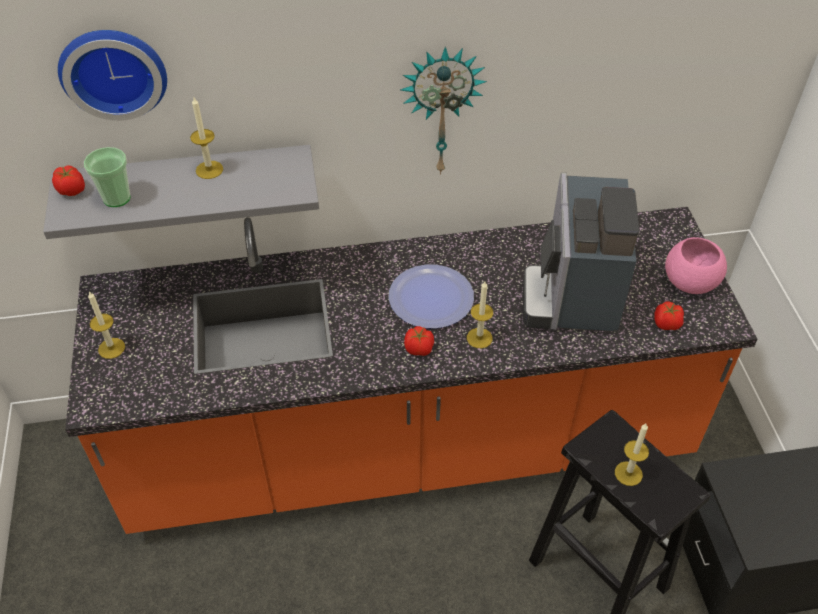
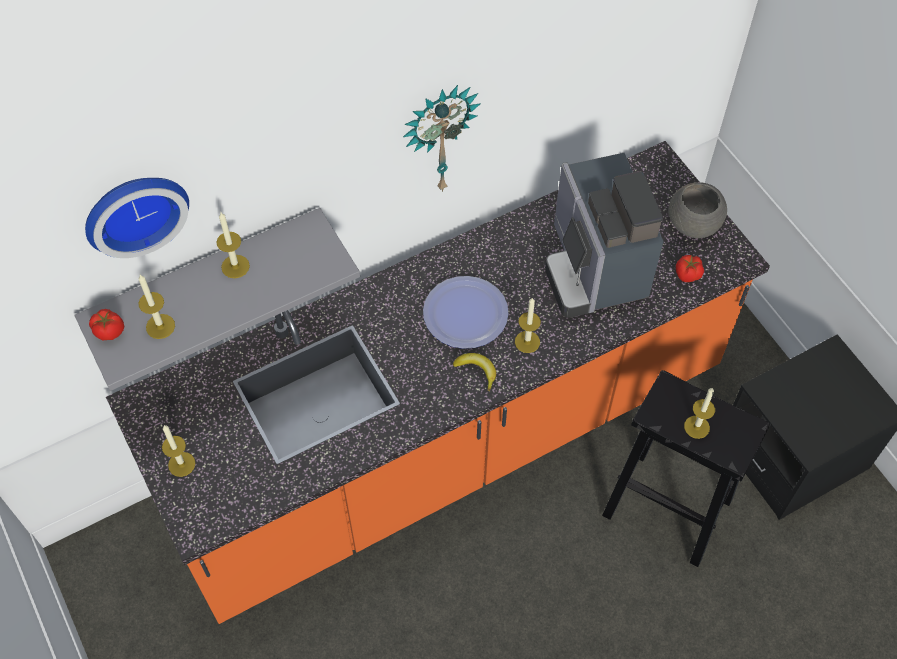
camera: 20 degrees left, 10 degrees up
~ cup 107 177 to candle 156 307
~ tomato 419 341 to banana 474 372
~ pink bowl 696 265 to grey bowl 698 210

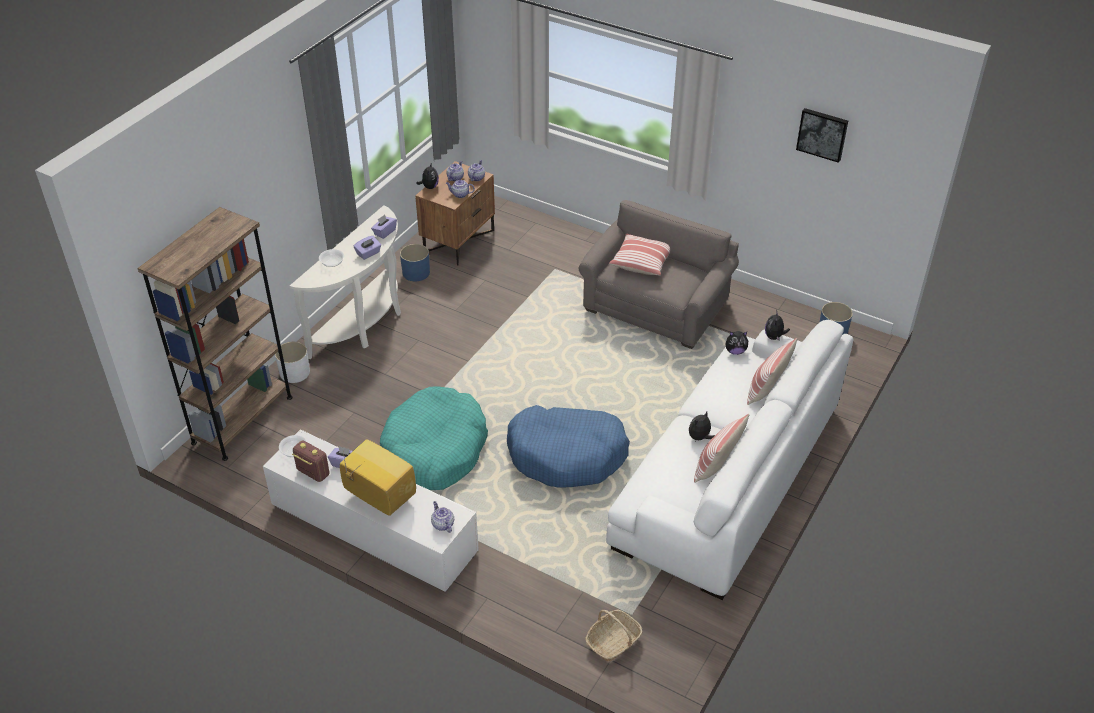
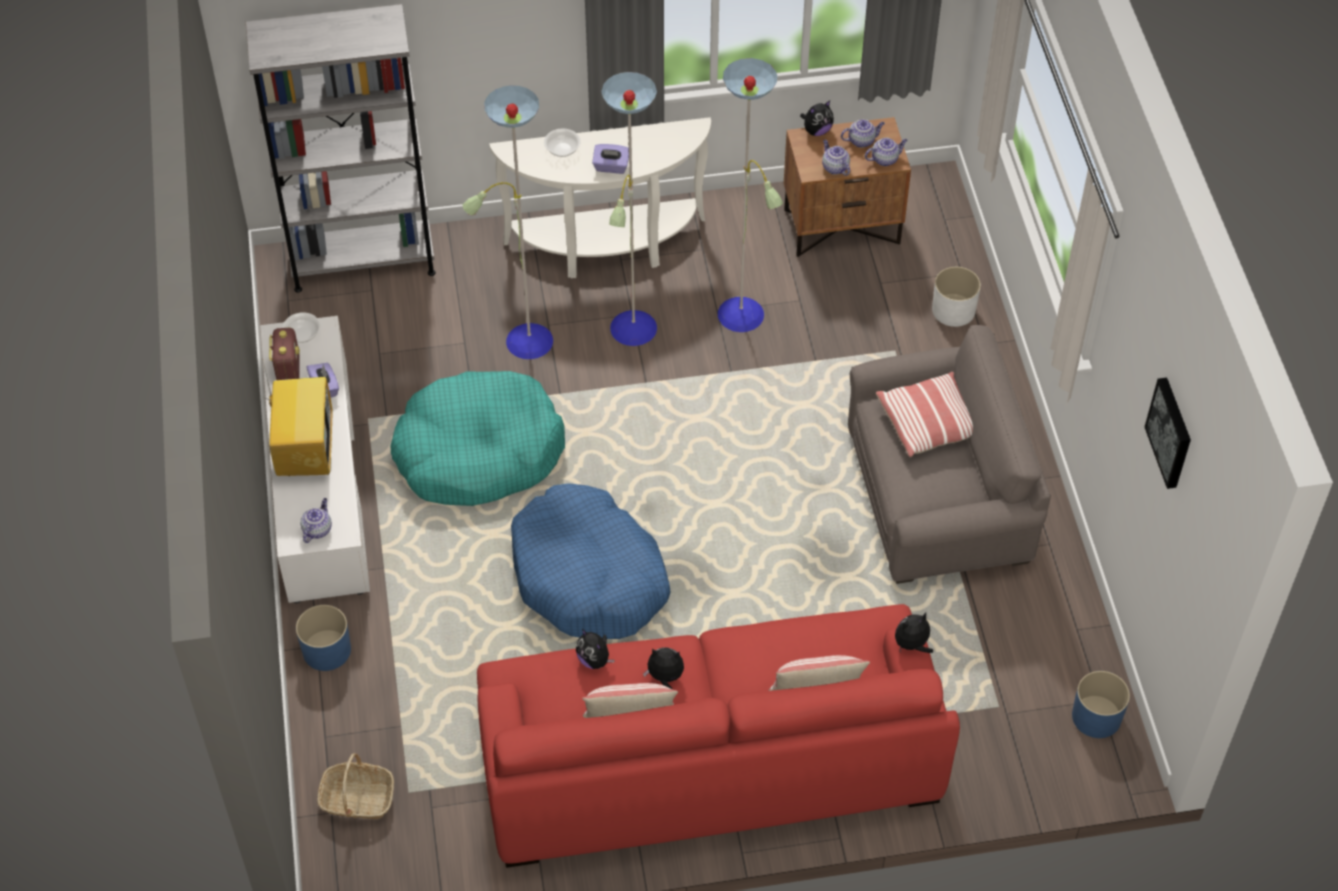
camera: 50 degrees right, 10 degrees up
~ brown bookcase 215 334 to grey bookcase 340 148
~ blue planter 415 262 to 323 638
+ floor lamp 622 208
~ white sofa 729 460 to red sofa 718 736
~ plush toy 737 343 to 595 649
~ white planter 292 362 to 956 297
- purple tissue box 384 227

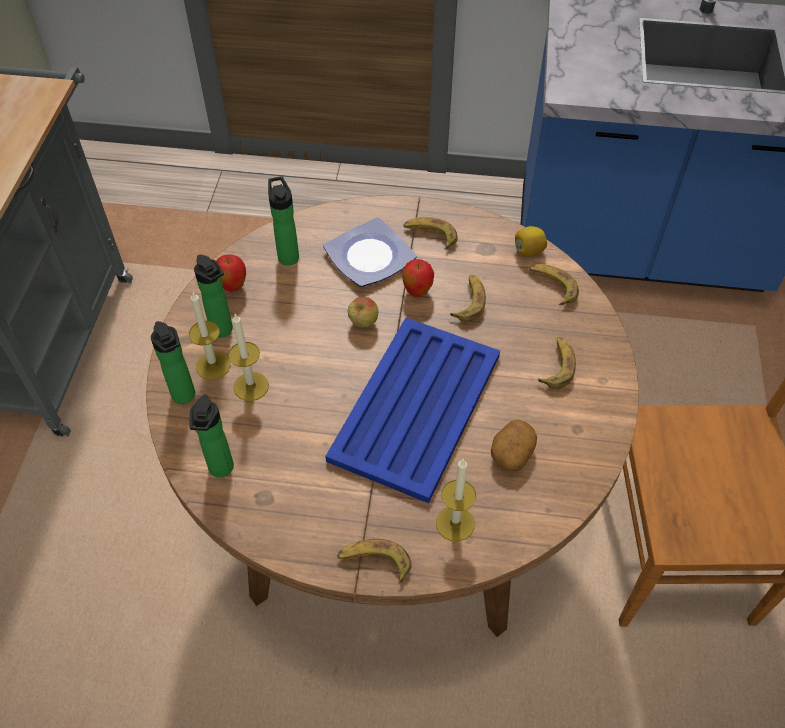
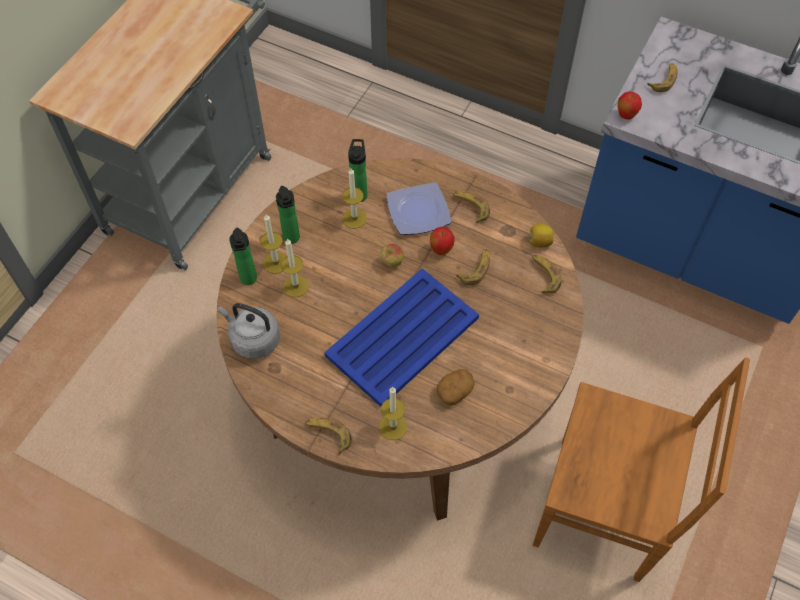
camera: 20 degrees right, 5 degrees up
~ bottle 212 436 to grey kettle 249 331
+ candle 354 198
~ apple 231 273 to 630 106
~ banana 557 363 to 662 77

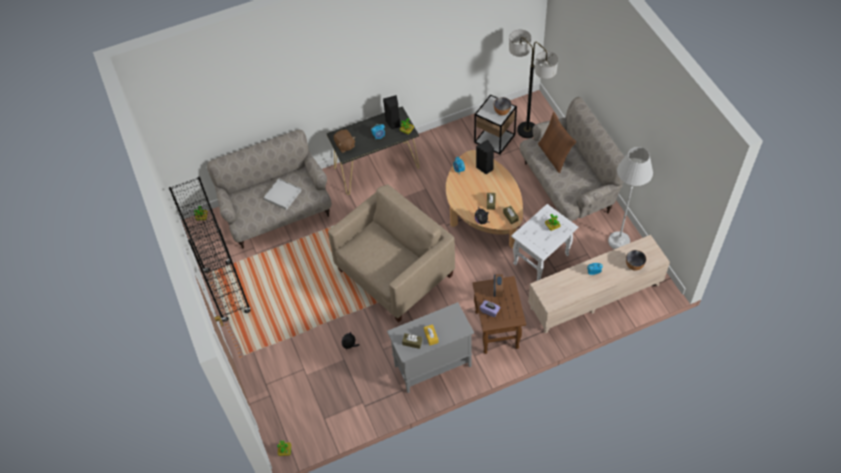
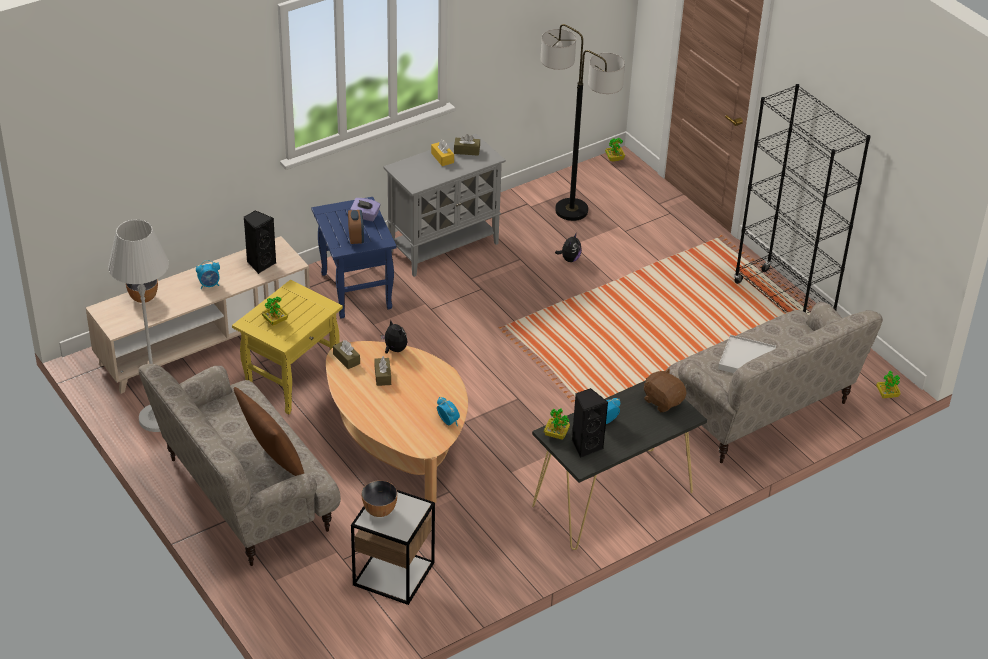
camera: 165 degrees right, 15 degrees down
~ white side table 544 242 to yellow side table 287 347
~ black speaker 485 157 to 260 242
~ brown side table 499 315 to blue side table 354 258
~ floor lamp 533 84 to 583 122
- beige armchair 391 253

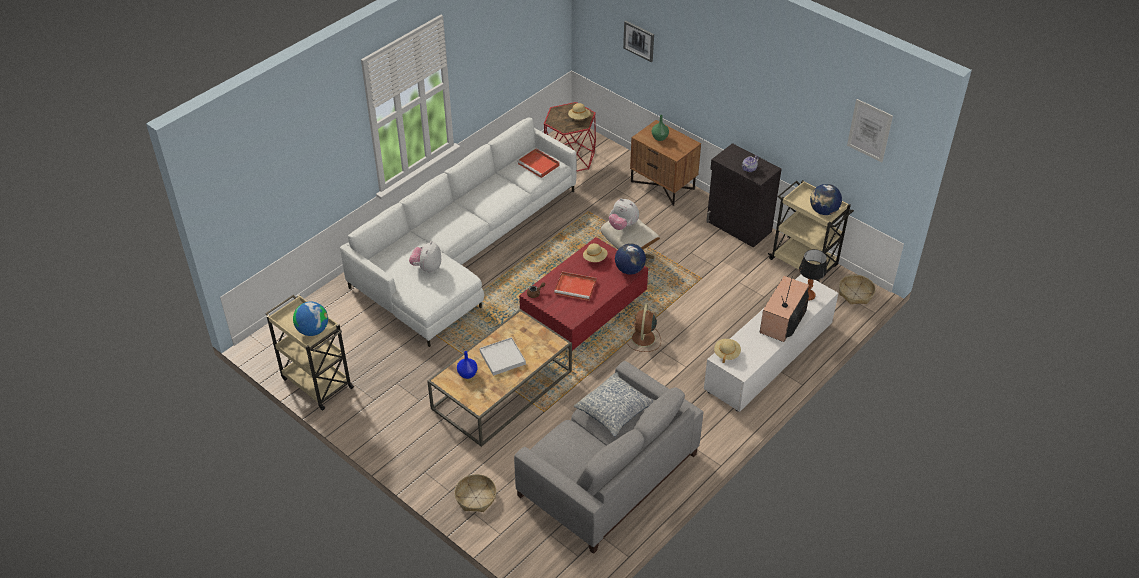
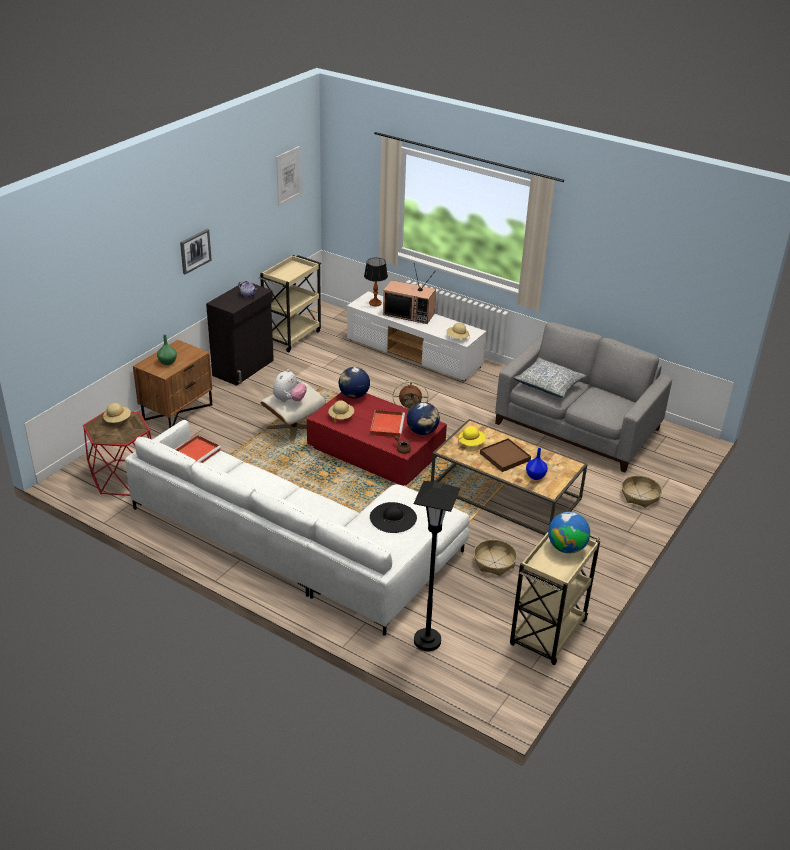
camera: 100 degrees left, 10 degrees down
~ picture 638 41 to 196 251
~ plush toy 425 257 to black hat 393 517
~ globe 826 199 to 423 418
+ black floor lamp 437 566
+ yellow hat 472 436
~ basket 857 289 to 495 557
~ white tray 503 356 to brown tray 505 455

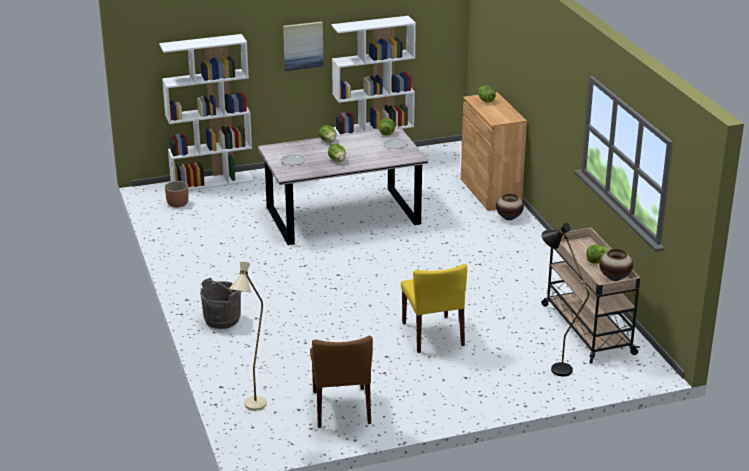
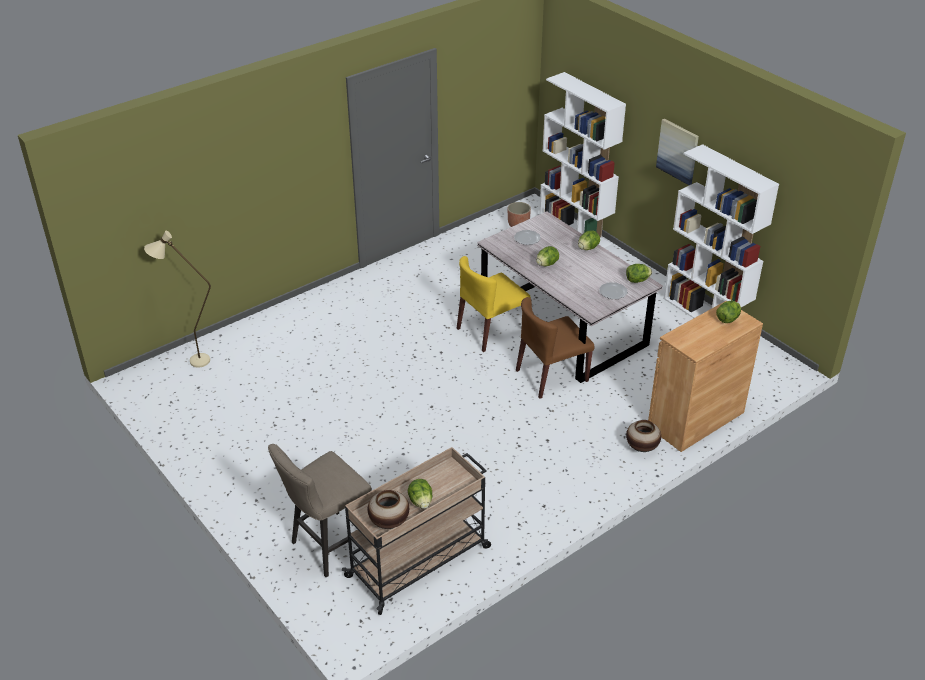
camera: 70 degrees right, 10 degrees up
~ black floor lamp 565 299 to beige stool 320 510
~ yellow chair 434 308 to 494 304
~ brown chair 341 382 to 555 348
- grey bucket 220 303

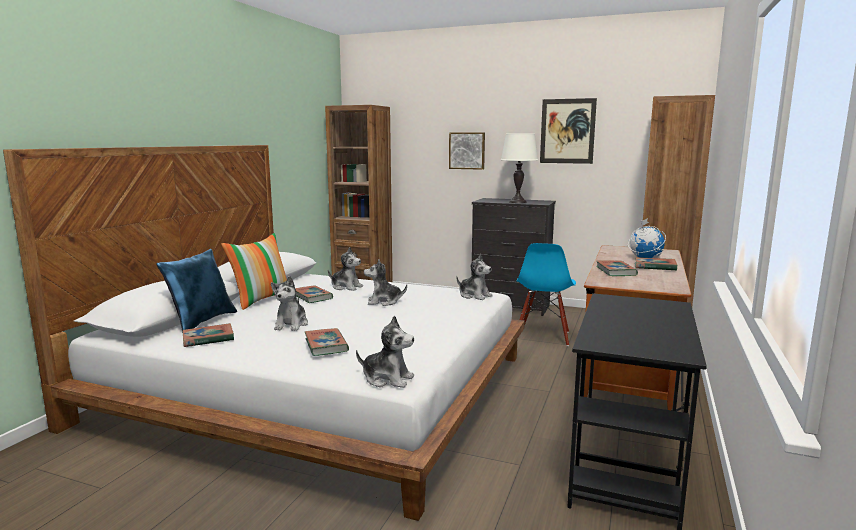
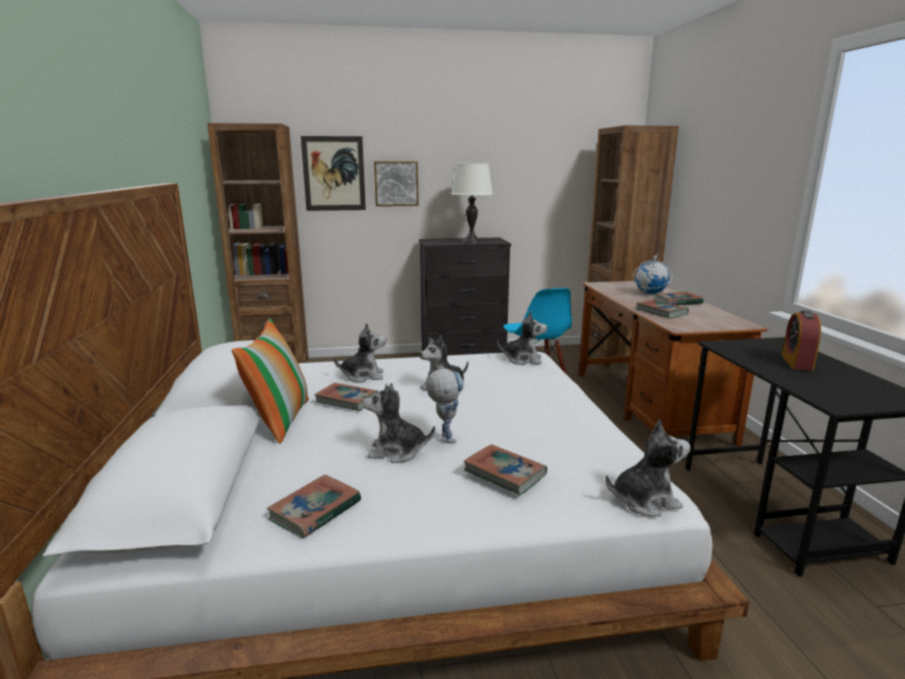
camera: 30 degrees left, 5 degrees up
~ picture 568 131 to 333 173
~ plush toy 289 303 = 399 423 120 degrees clockwise
+ toy robot 445 406
+ alarm clock 801 340
- blue pillow 196 291

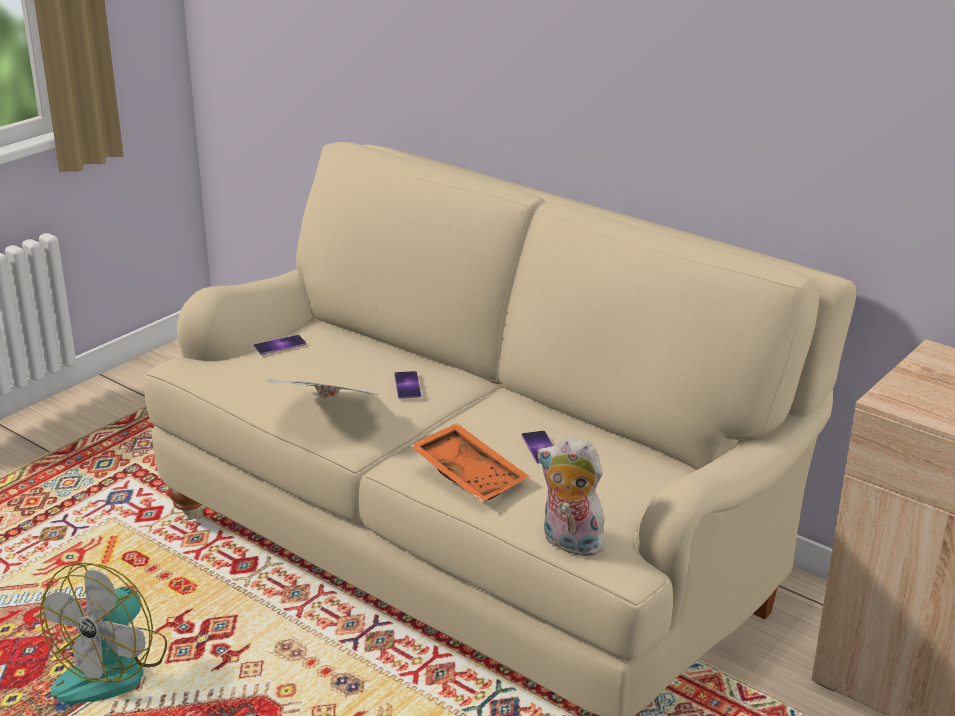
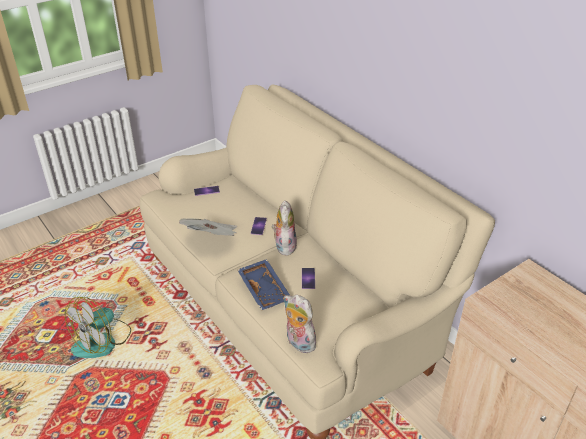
camera: 15 degrees right, 10 degrees up
~ orange tray 469 462 to blue tray 264 285
+ plush toy 284 228

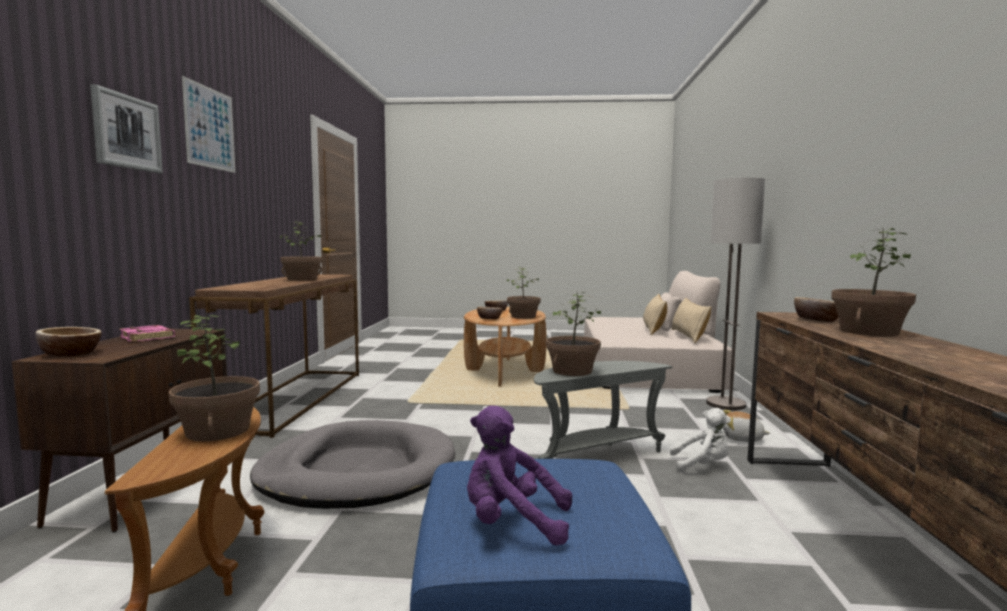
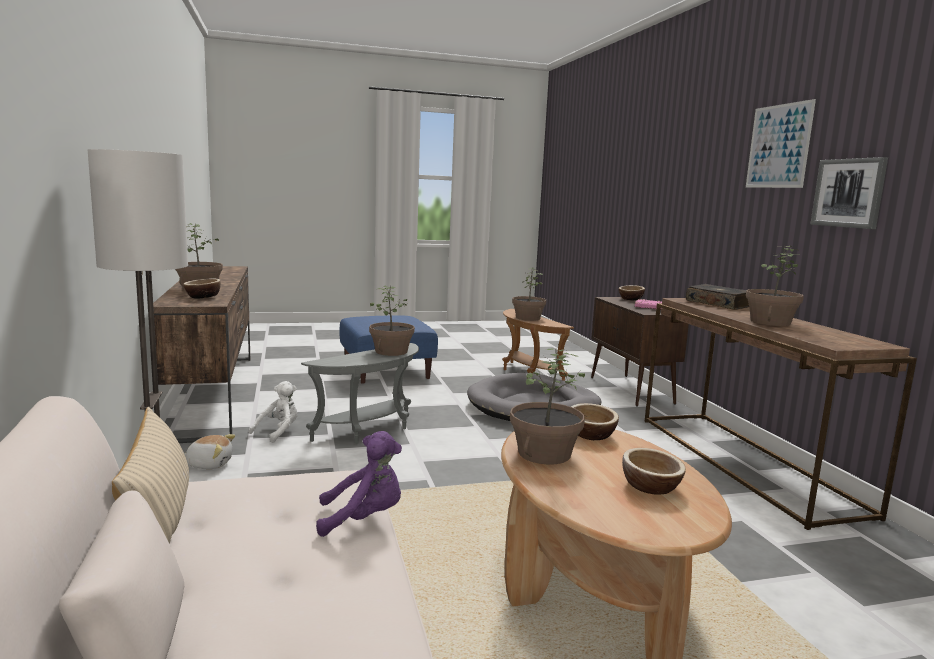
camera: 160 degrees right, 5 degrees up
~ white plush toy 700 440 = 273 412 135 degrees clockwise
~ purple plush toy 519 476 to 359 484
+ book 717 297
~ picture 126 128 to 849 193
- beige pillow 655 314

